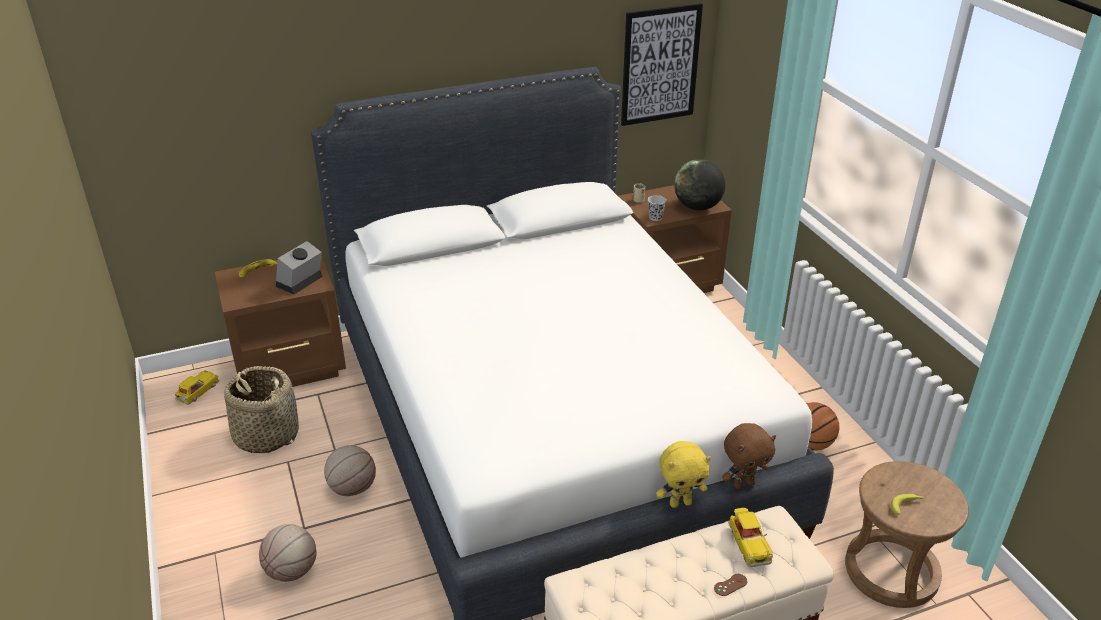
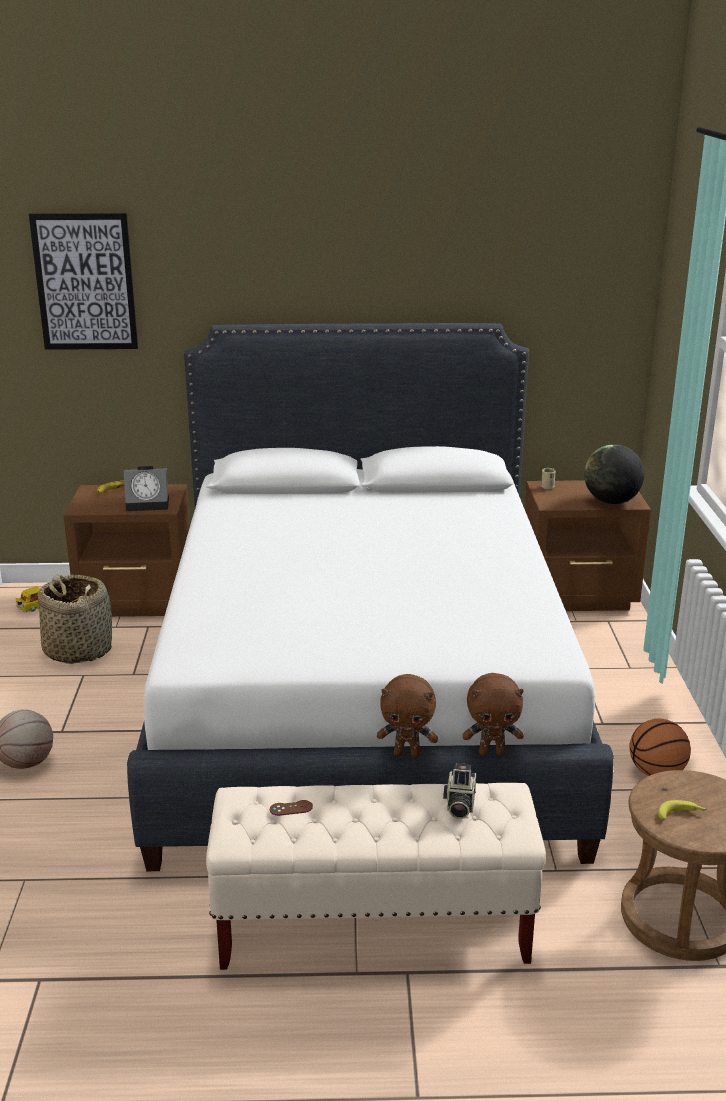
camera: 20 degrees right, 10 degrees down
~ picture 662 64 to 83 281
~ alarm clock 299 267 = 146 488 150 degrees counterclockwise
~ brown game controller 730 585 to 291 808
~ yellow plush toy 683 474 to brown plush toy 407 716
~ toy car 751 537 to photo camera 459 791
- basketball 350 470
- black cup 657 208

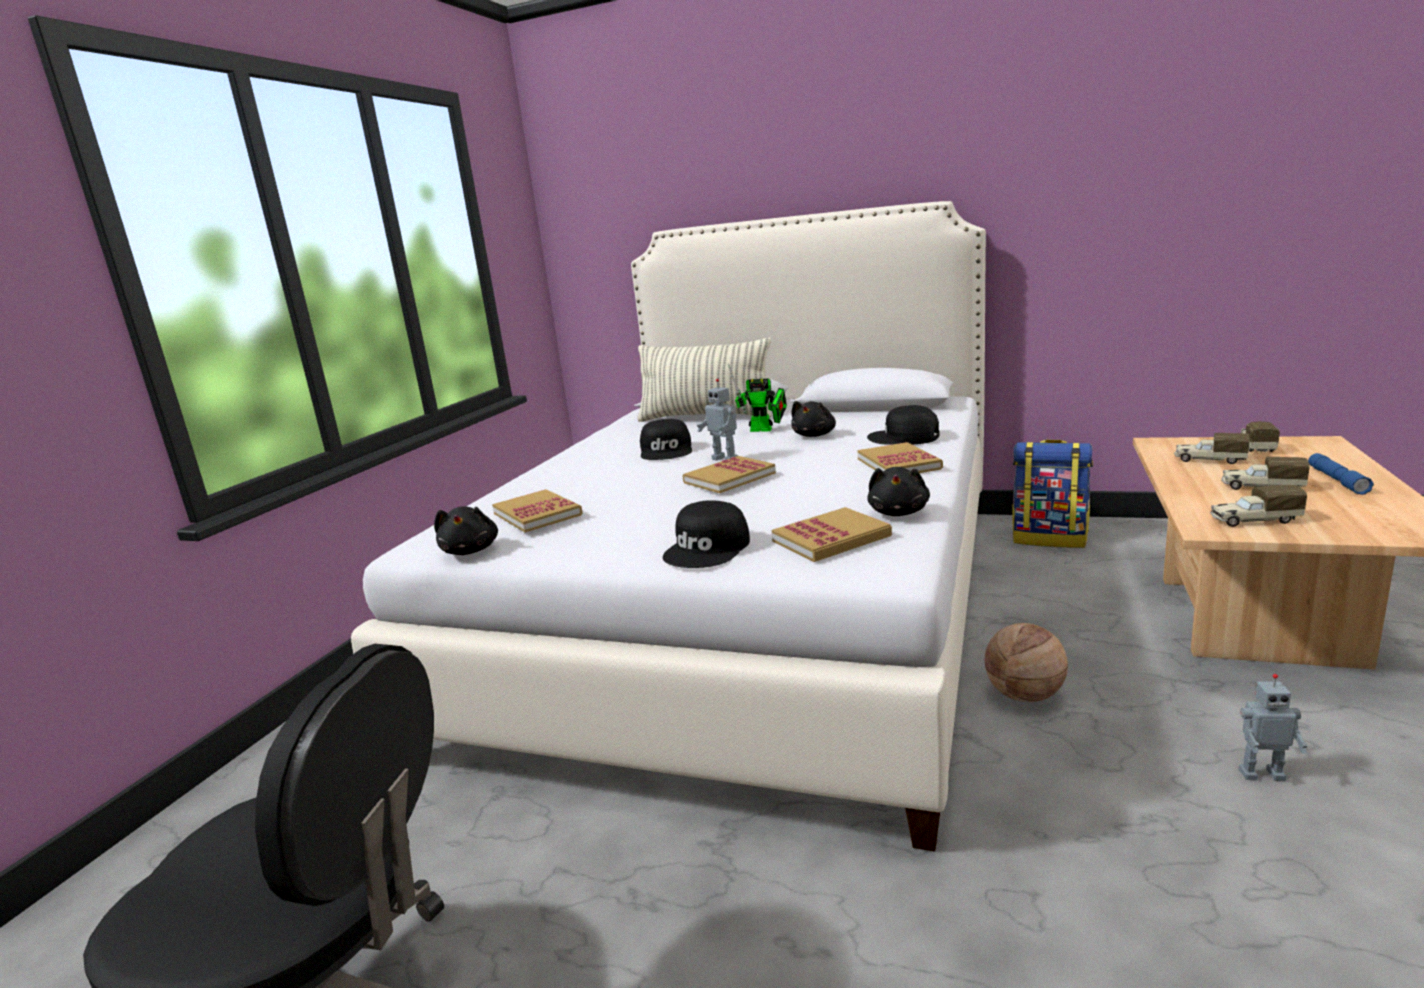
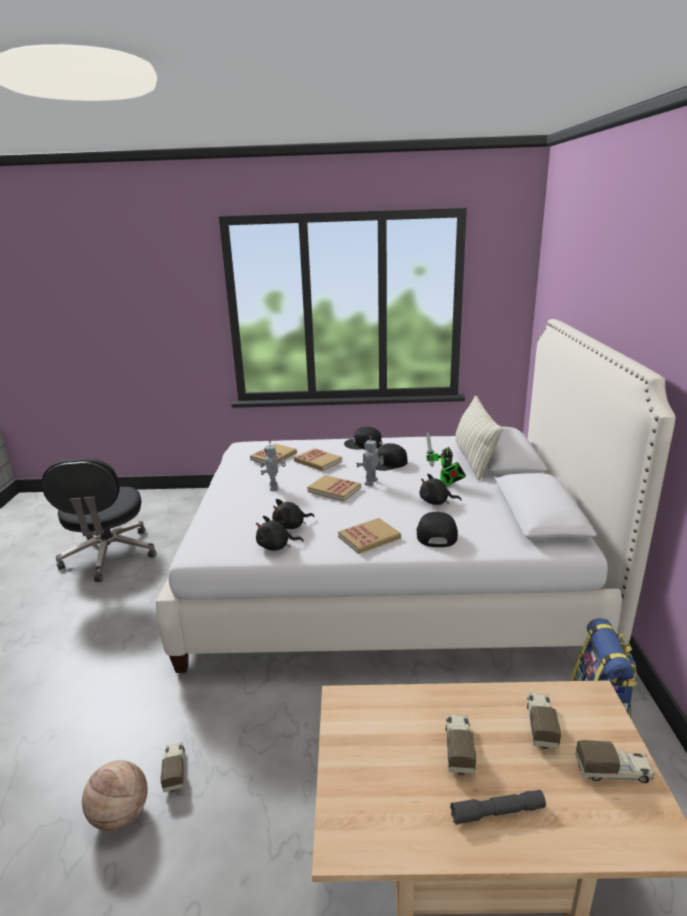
camera: 70 degrees right, 5 degrees up
~ basketball 1026 662 to 115 795
~ toy truck 1258 506 to 173 767
~ toy robot 1273 727 to 273 466
~ black plush toy 466 530 to 293 514
~ book 832 534 to 318 459
~ black cap 706 534 to 363 438
~ blue flashlight 1341 474 to grey flashlight 498 807

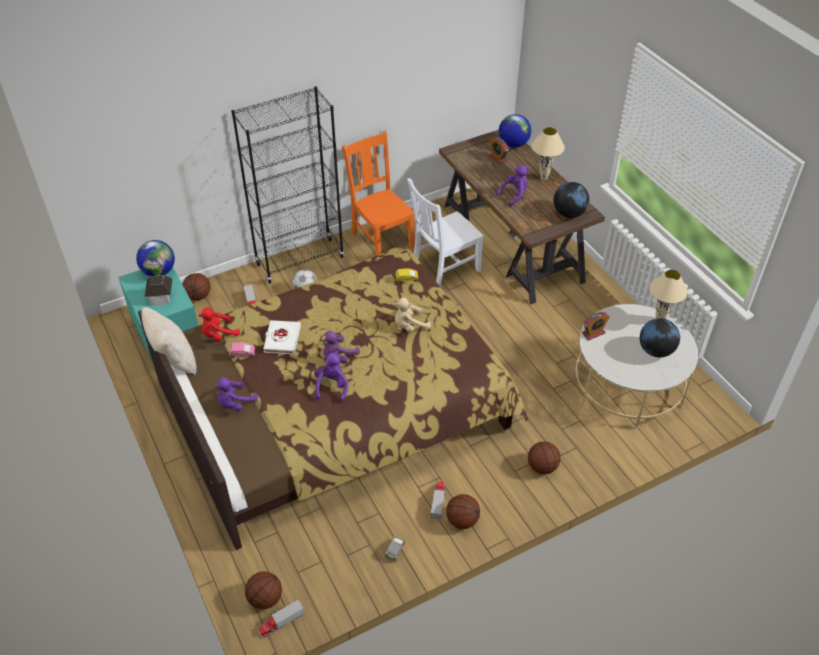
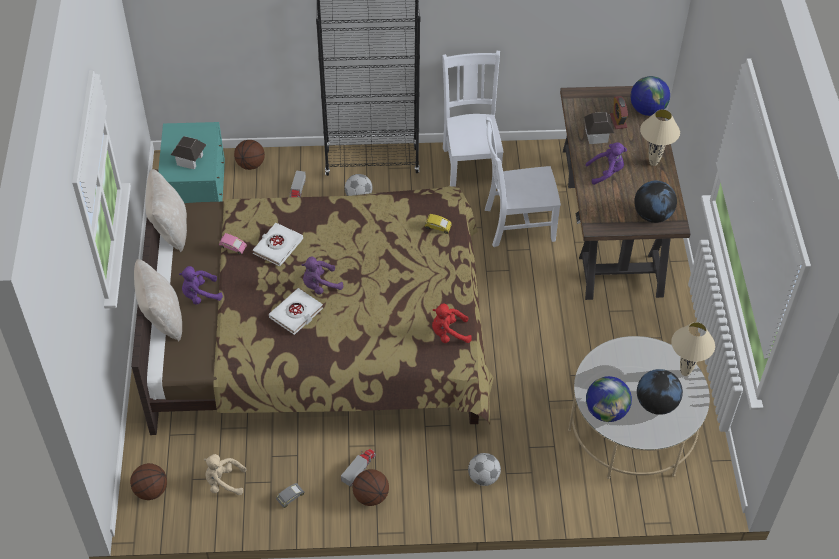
camera: 25 degrees right, 5 degrees up
+ beige pillow 158 300
~ beige plush toy 413 315 to 225 474
~ purple plush toy 331 377 to white book 296 311
~ red plush toy 219 324 to 452 323
~ orange chair 378 193 to white chair 473 120
~ basketball 544 458 to football 484 469
+ toy house 599 128
~ globe 155 258 to 609 399
- toy truck 281 619
- alarm clock 596 326

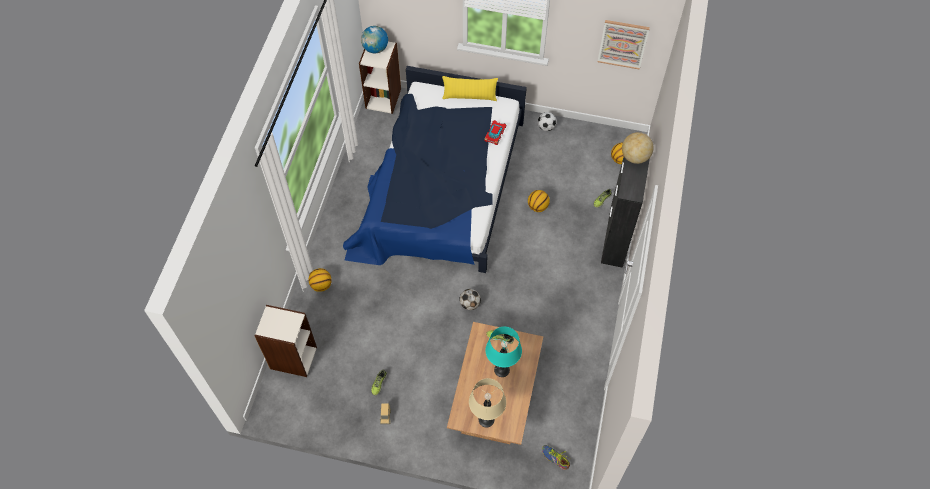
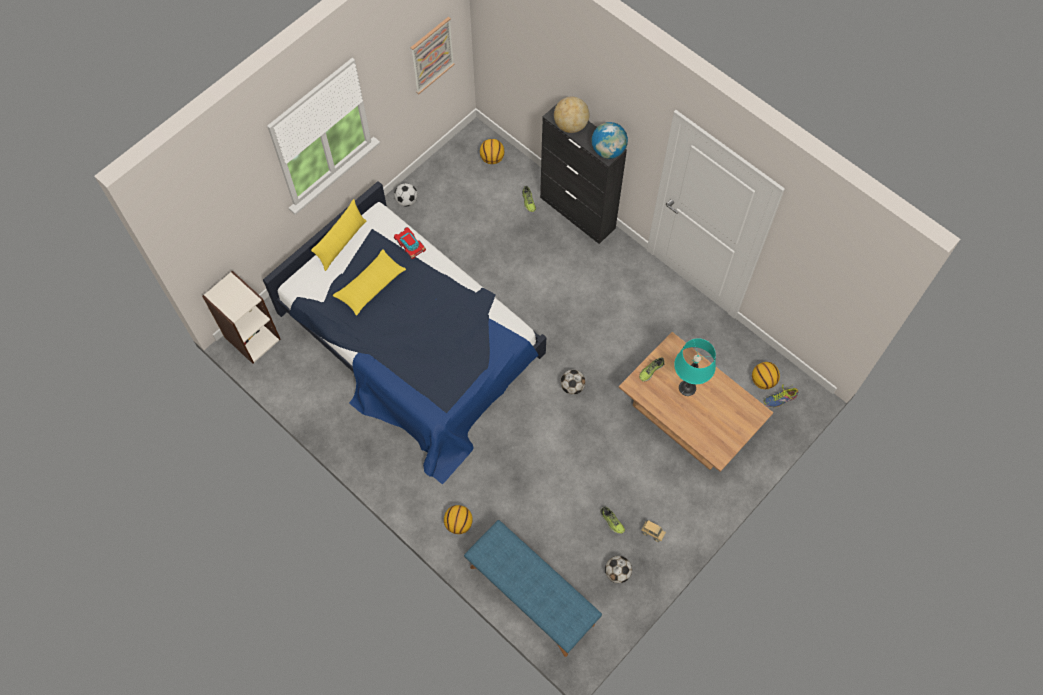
camera: 60 degrees left, 5 degrees up
+ yellow pillow 369 282
~ bookcase 286 341 to blue bench 533 588
~ globe 374 40 to 610 140
+ football 618 569
~ basketball 539 201 to 766 375
- beige table lamp 487 403

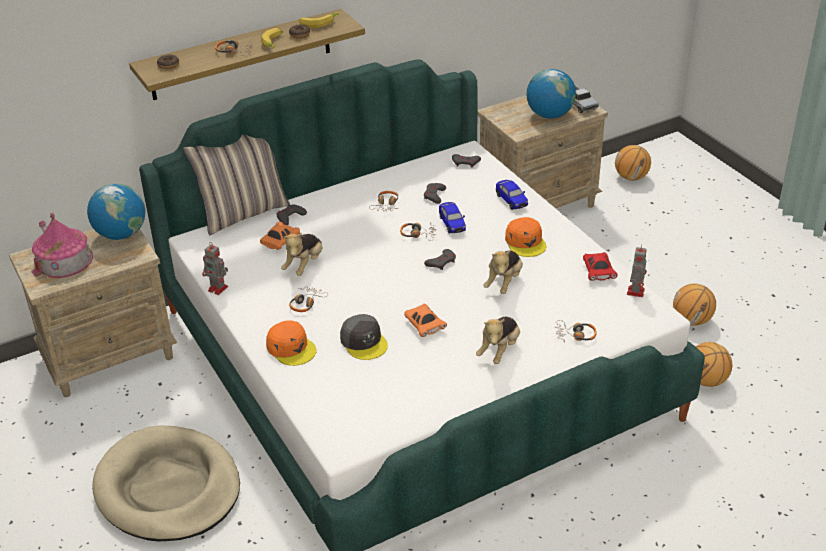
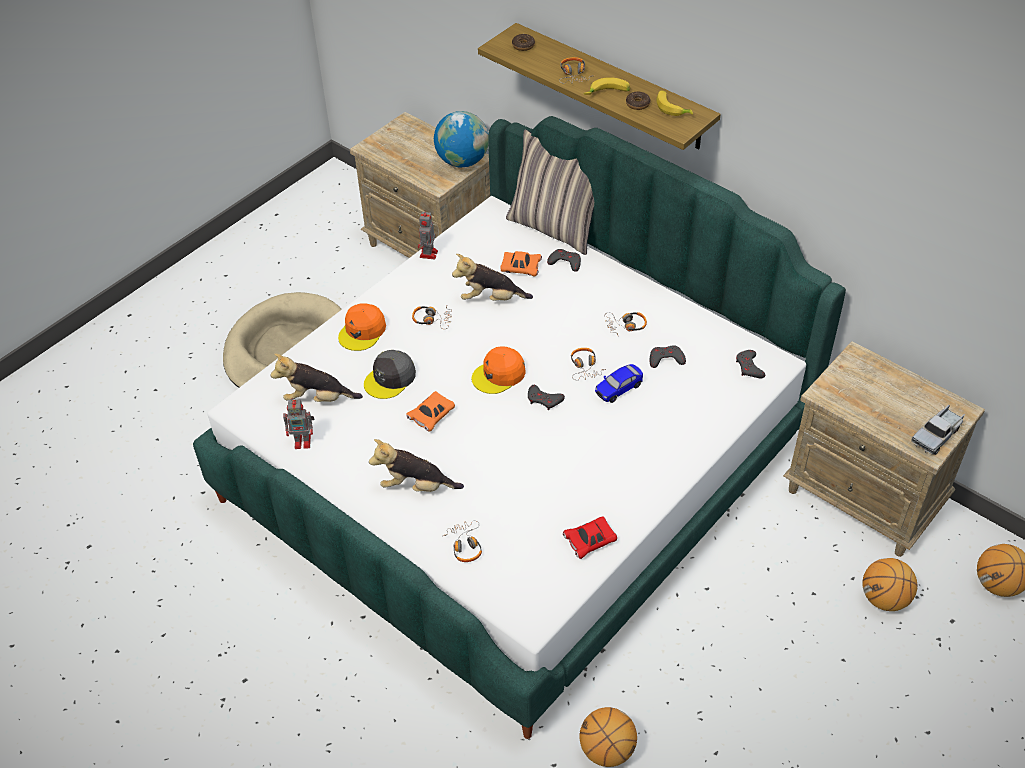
camera: 70 degrees right, 10 degrees up
~ plush toy 503 272 to 317 378
~ toy robot 637 270 to 298 423
~ orange cap 525 237 to 498 370
~ basketball 694 304 to 890 584
- toy house 62 245
- toy car 512 195
- globe 551 93

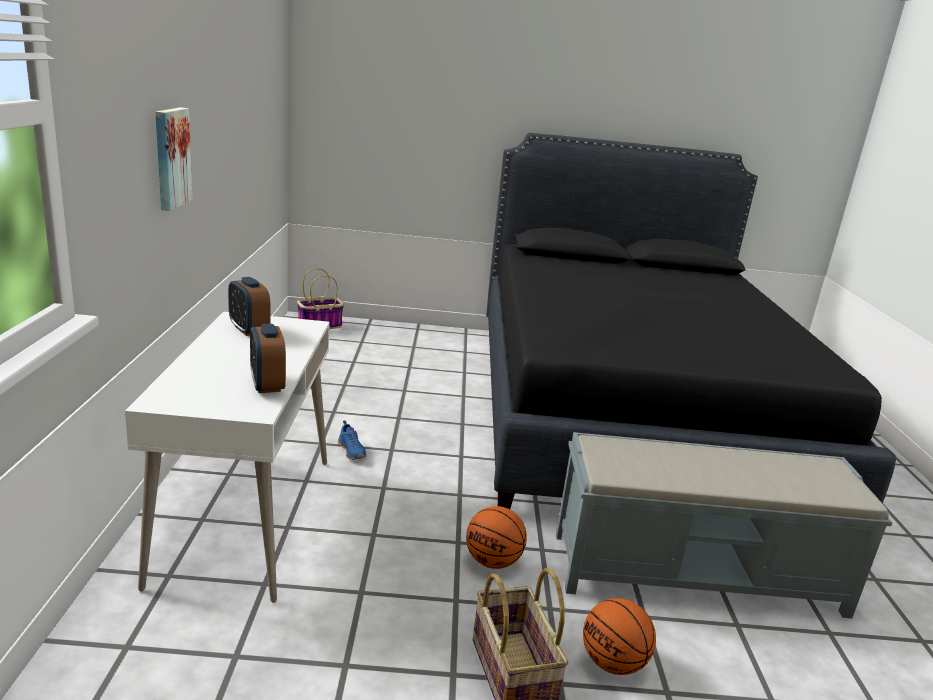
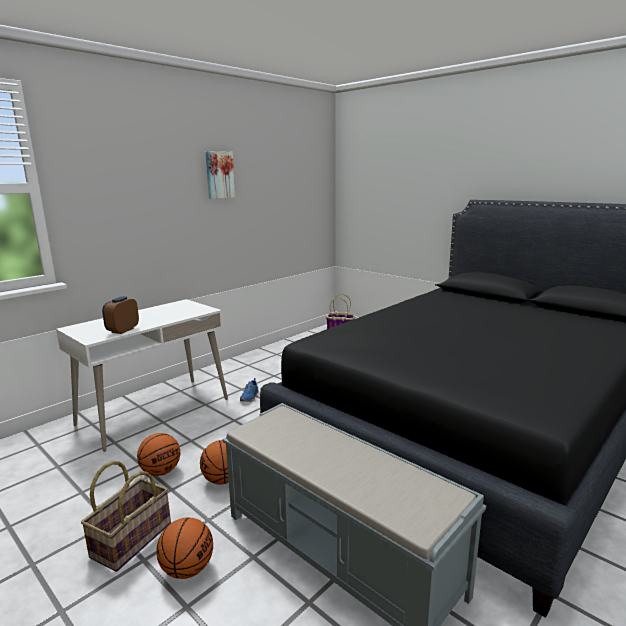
camera: 45 degrees right, 5 degrees down
+ basketball 158 454
~ picture 174 159 to 220 175
- alarm clock 249 306

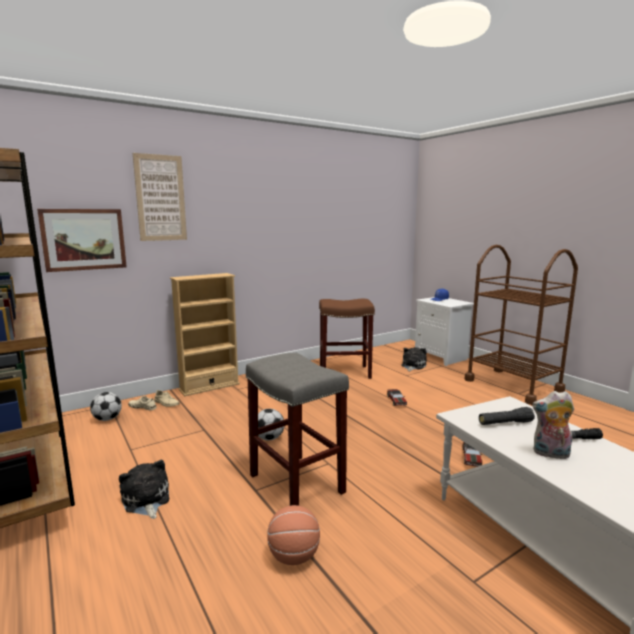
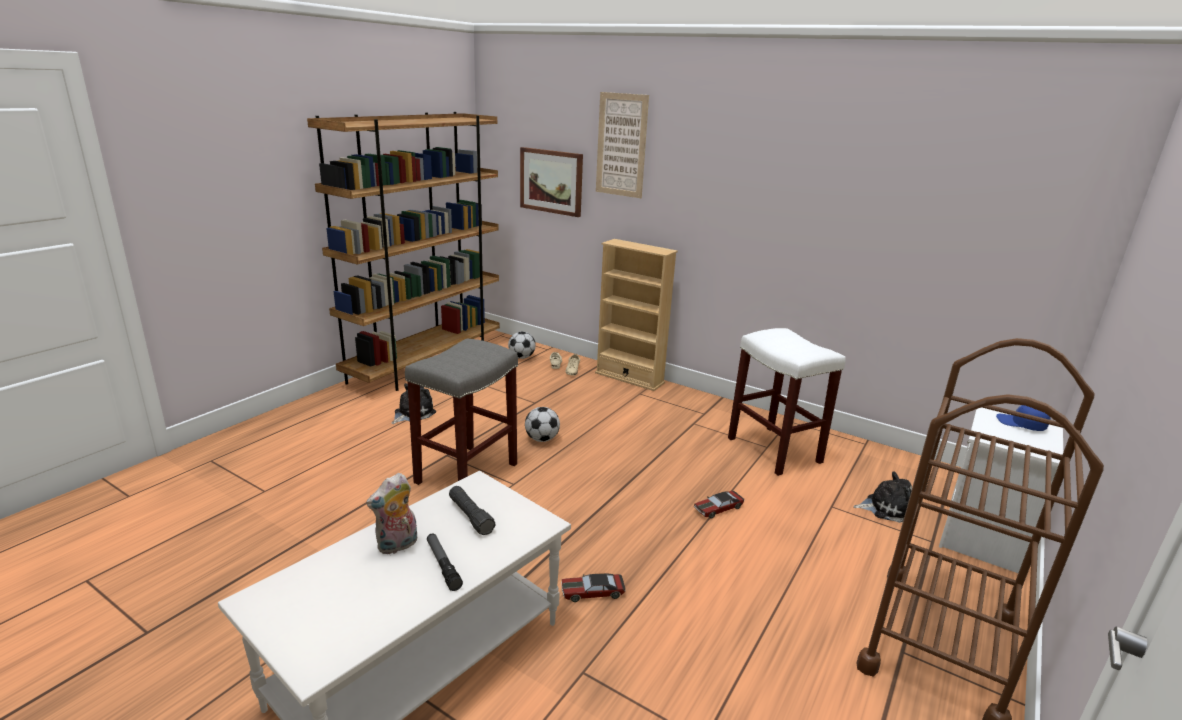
camera: 65 degrees right, 10 degrees up
~ plush toy 553 425 = 391 513 120 degrees counterclockwise
~ brown stool 347 339 to white stool 787 402
- basketball 293 535

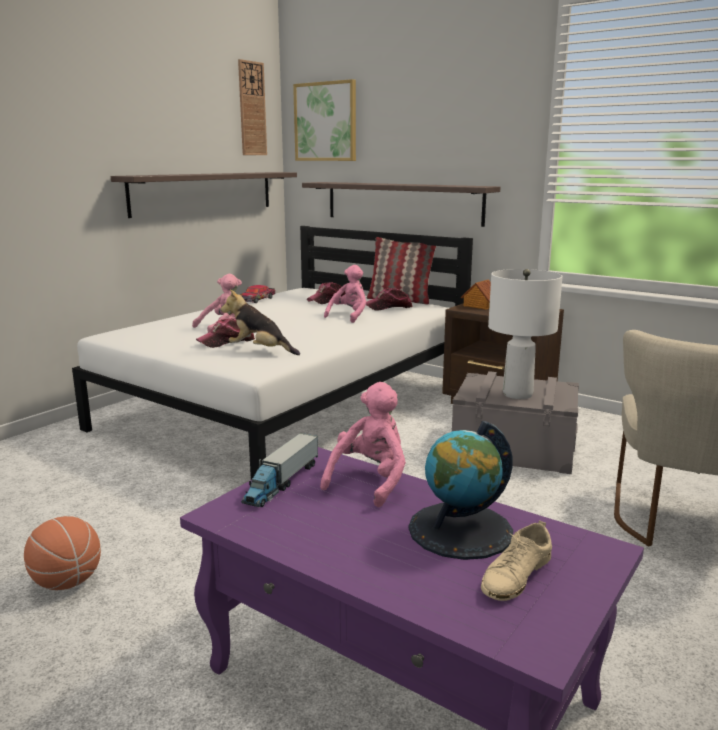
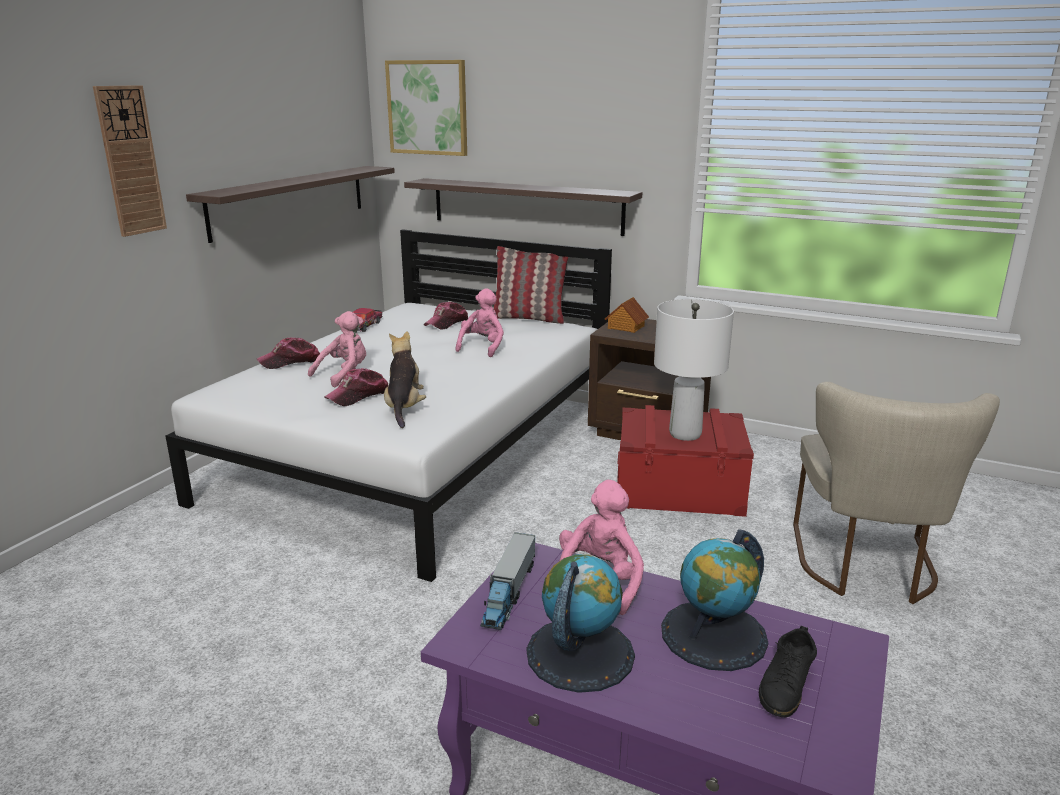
camera: 10 degrees left, 5 degrees up
~ wall clock 252 107 to 130 161
~ cap 389 299 to 288 353
~ plush toy 260 322 = 405 379 75 degrees clockwise
+ globe 580 623
~ grey storage box 515 422 to red storage box 685 461
~ beige shoe 516 560 to black shoe 788 671
- basketball 62 553

